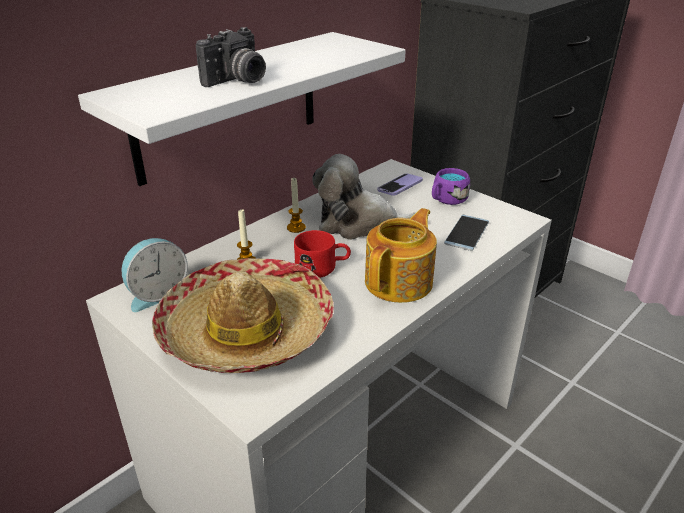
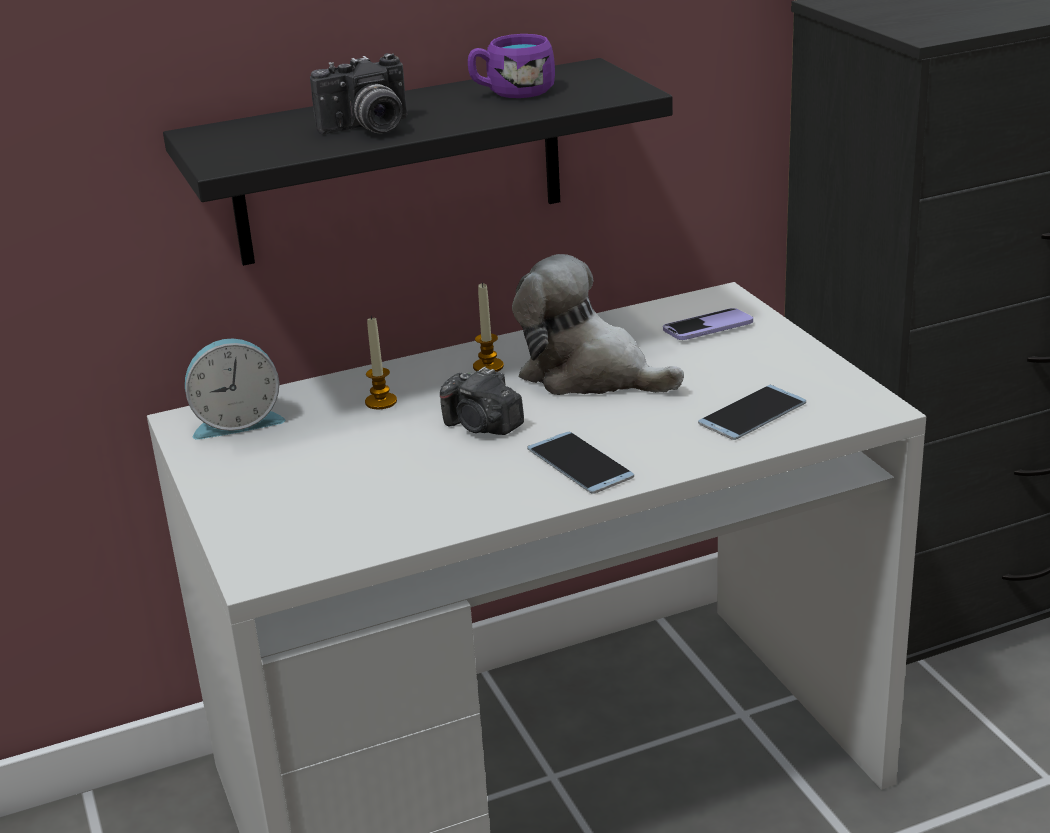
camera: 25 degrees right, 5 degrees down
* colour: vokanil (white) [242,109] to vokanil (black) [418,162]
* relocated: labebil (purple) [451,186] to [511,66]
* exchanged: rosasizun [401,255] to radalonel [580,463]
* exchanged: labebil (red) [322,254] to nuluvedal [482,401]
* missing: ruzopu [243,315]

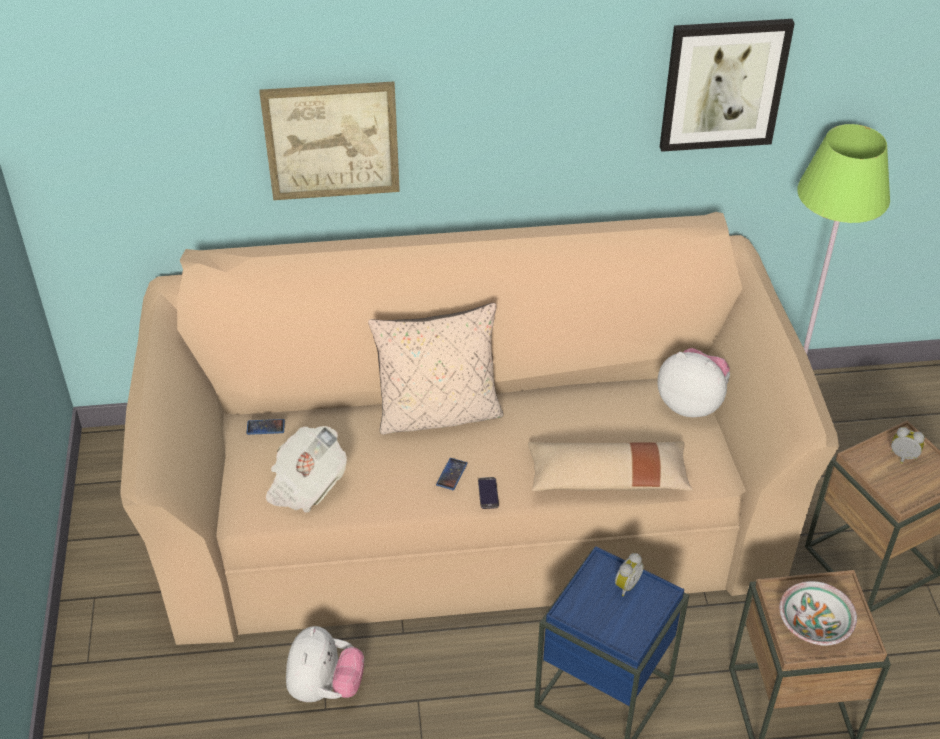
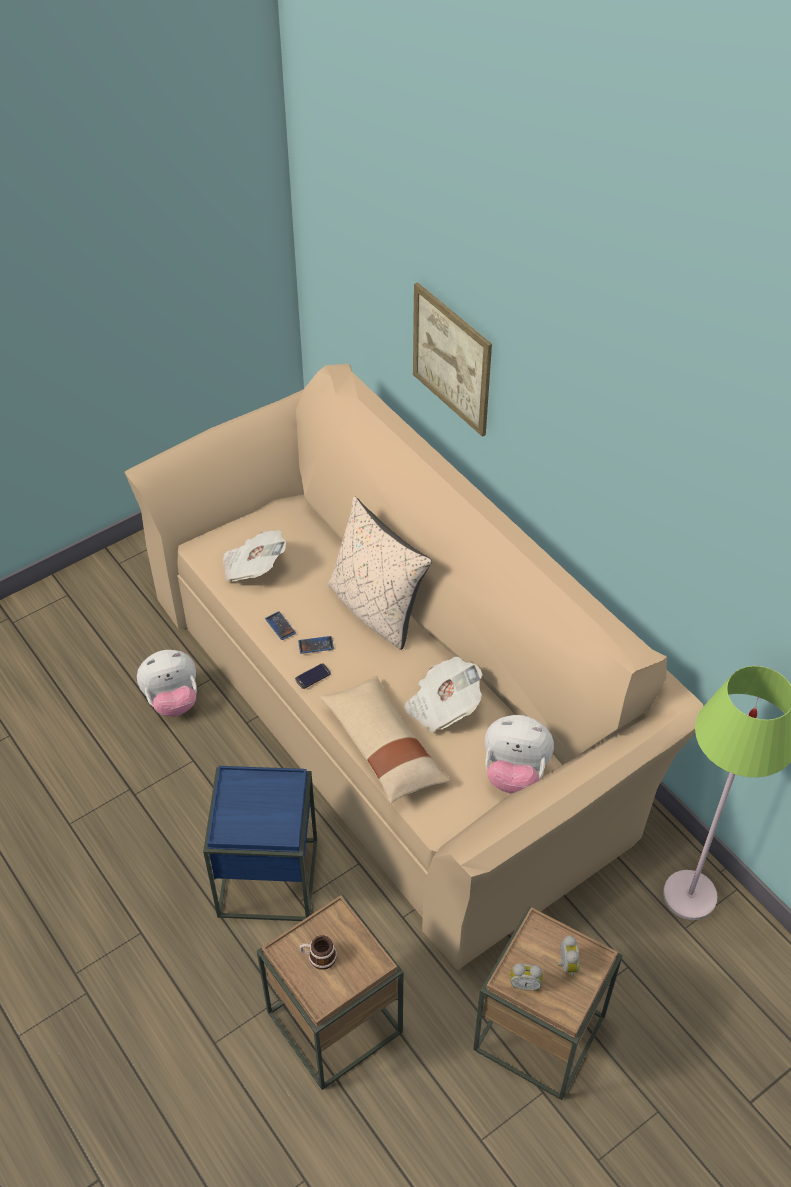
camera: 60 degrees right, 5 degrees up
* missing: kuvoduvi [727,85]
* spun: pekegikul [693,382] = [519,754] 105 degrees clockwise
* relocated: radalonel [265,427] to [280,625]
* relocated: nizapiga [629,574] to [526,977]
* exchanged: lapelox [818,613] to labebil [318,952]
* appeared: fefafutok [443,695]

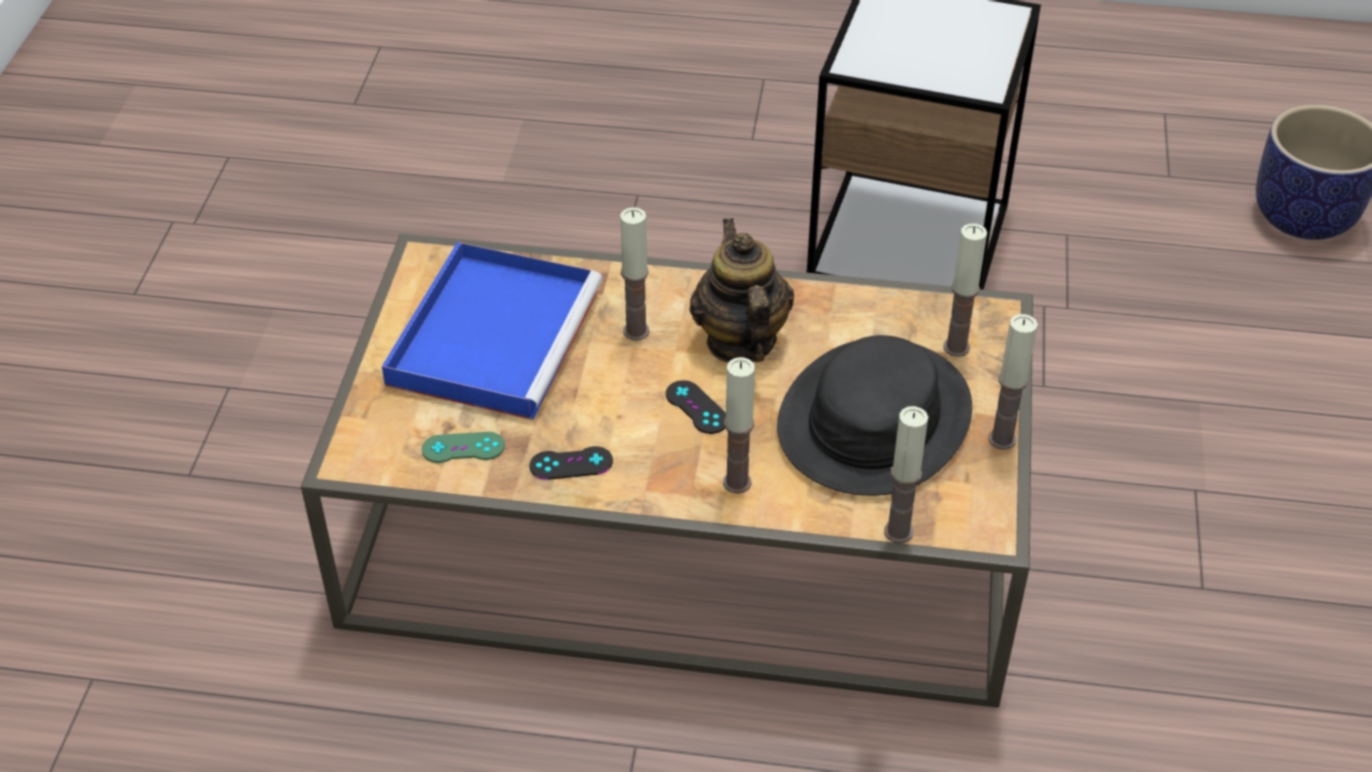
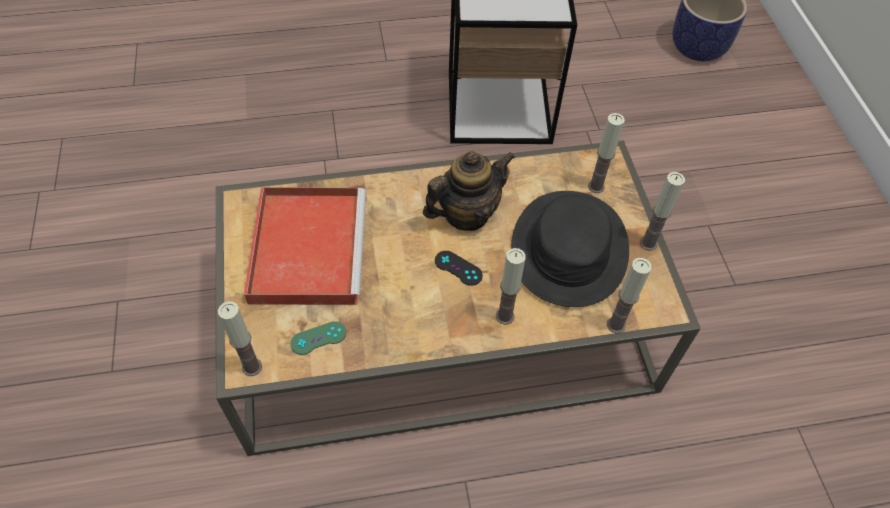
camera: 20 degrees left, 10 degrees up
* relocated: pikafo [634,274] to [240,338]
* spun: rosasizun [742,290] = [469,191] 90 degrees clockwise
* colour: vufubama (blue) [492,331] to vufubama (red) [305,246]
* missing: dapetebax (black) [571,463]

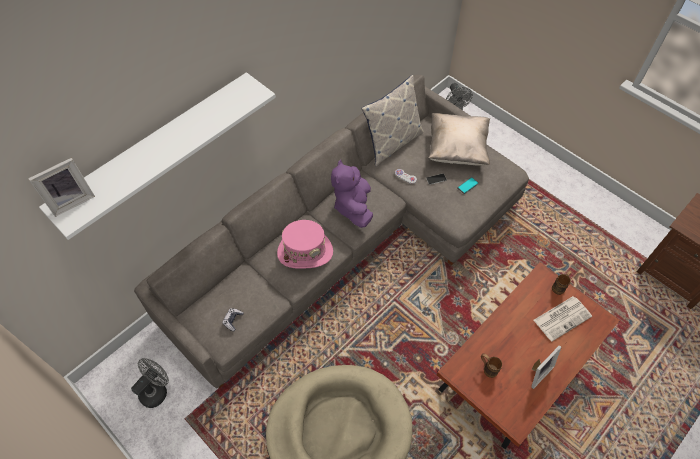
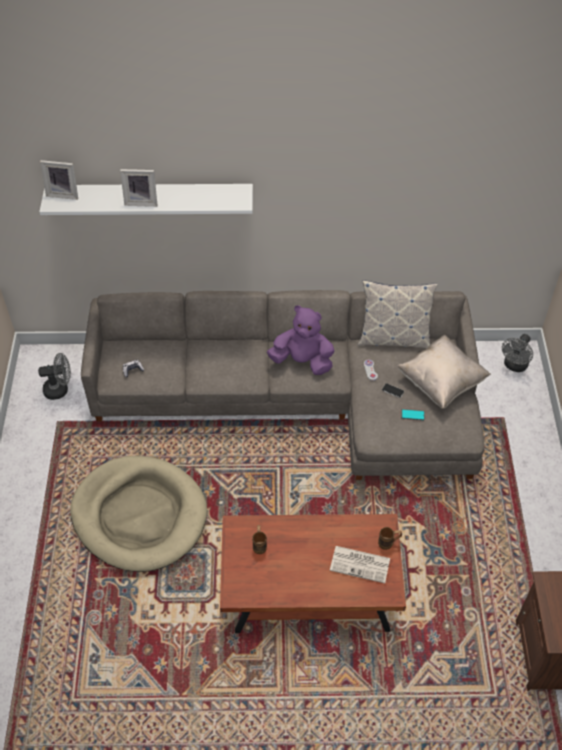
camera: 45 degrees right, 5 degrees down
* spun: pekegikul (purple) [352,194] = [301,340] 60 degrees clockwise
* missing: ruzopu (pink) [305,244]
* relocated: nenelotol [546,367] to [139,188]

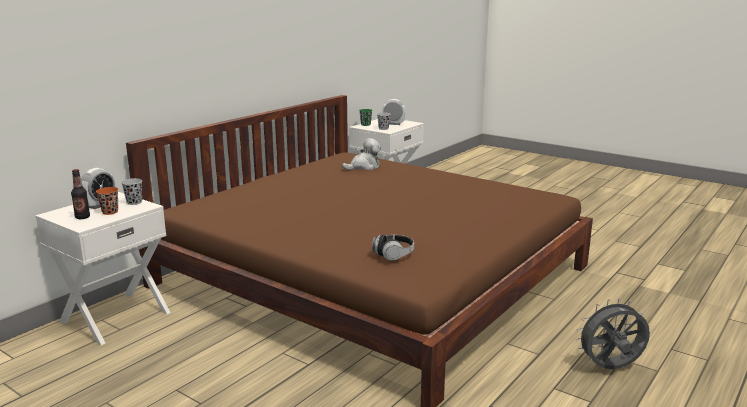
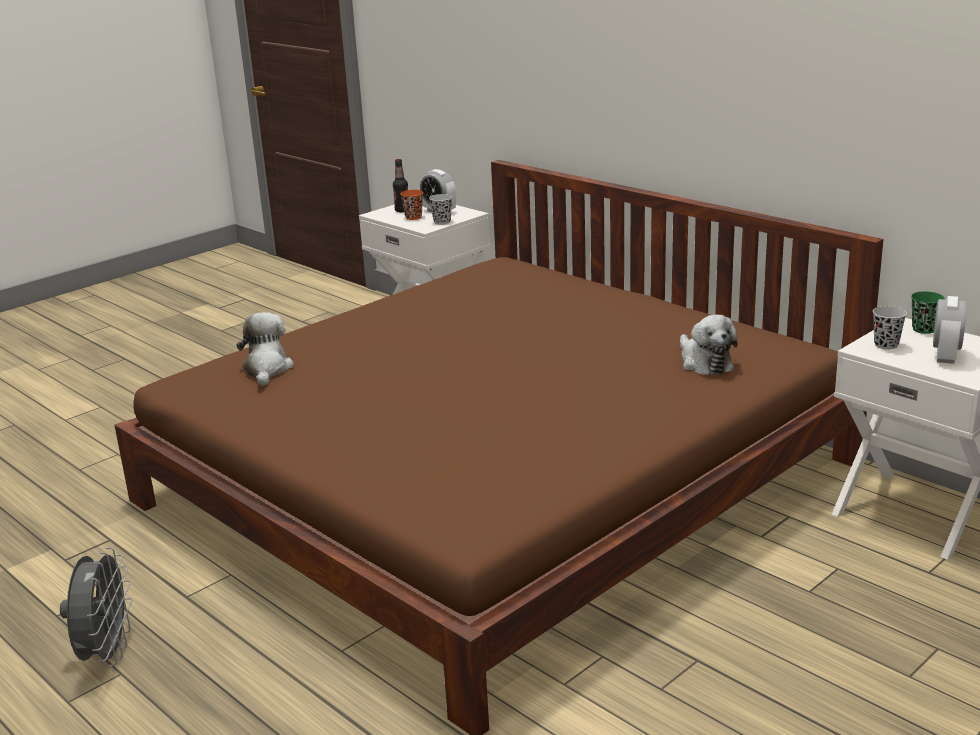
camera: 100 degrees right, 5 degrees up
* exchanged: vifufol [393,248] to pekegikul [265,349]

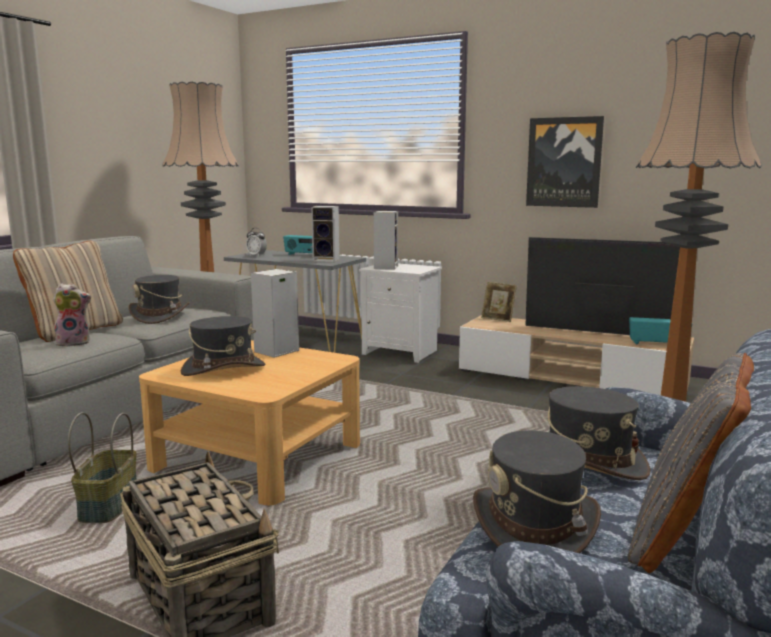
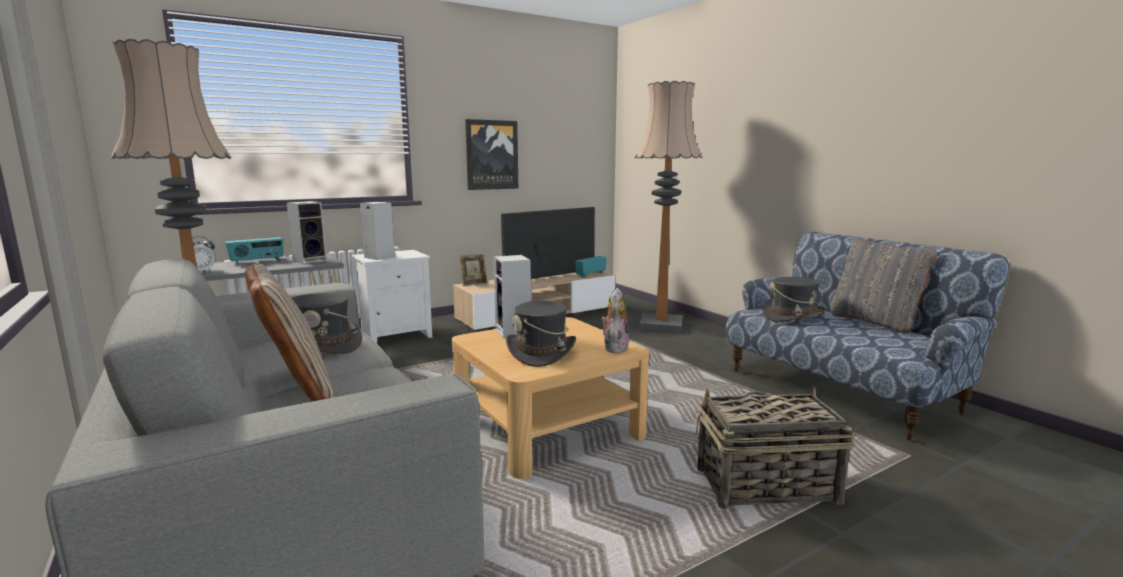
camera: 60 degrees left, 0 degrees up
* relocated: pekegikul [72,314] to [615,320]
* missing: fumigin [102,467]
* missing: ruzopu (grey) [537,491]

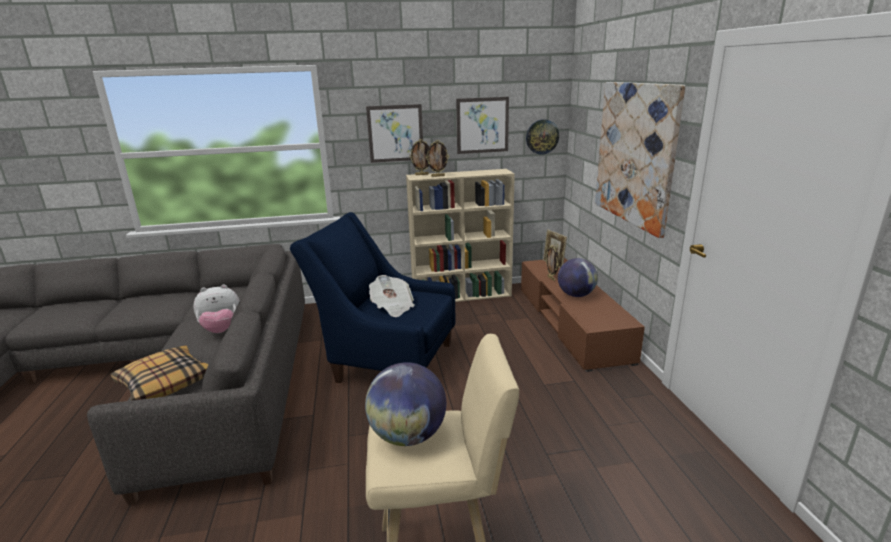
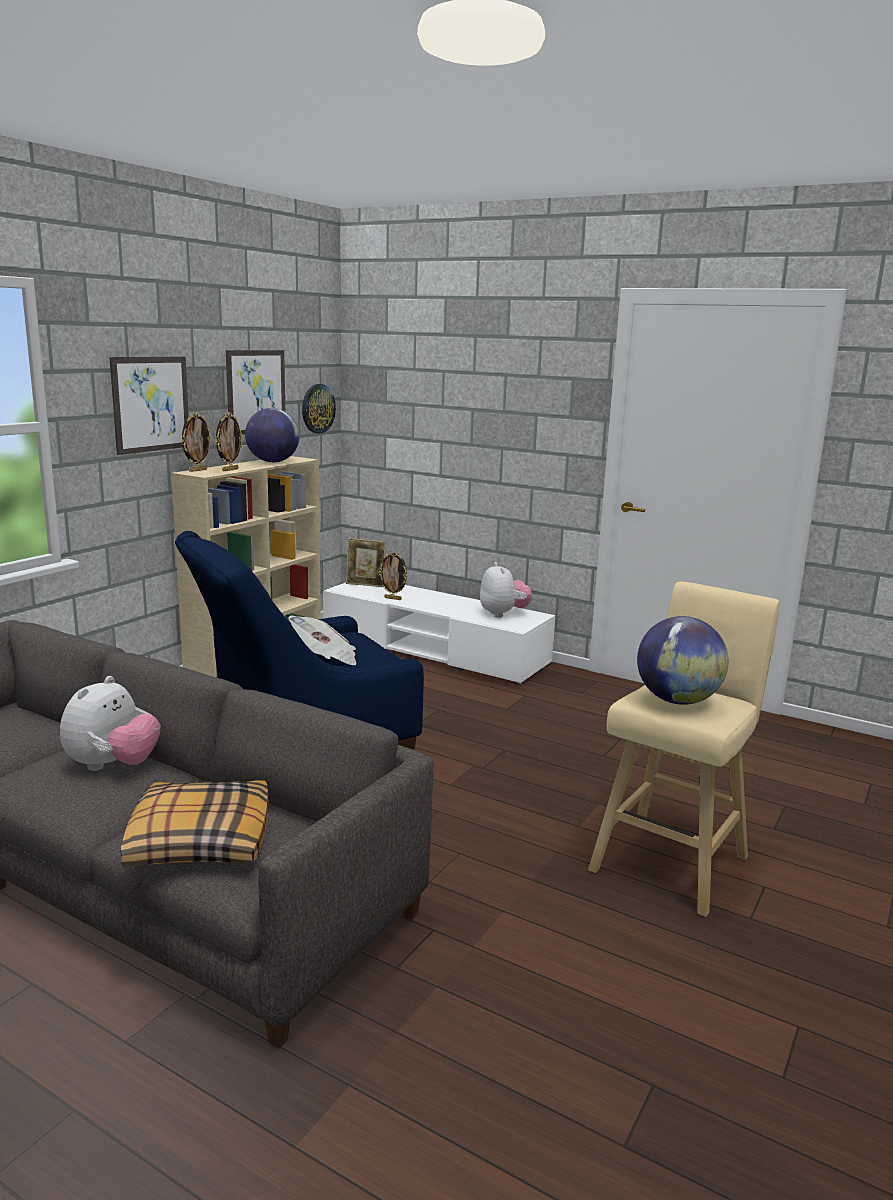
camera: 50 degrees left, 5 degrees down
* missing: kuvoduvi [640,160]
* colour: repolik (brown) [583,315] to repolik (white) [439,634]
* relocated: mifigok [578,277] to [272,435]
* appeared: pekegikul [506,590]

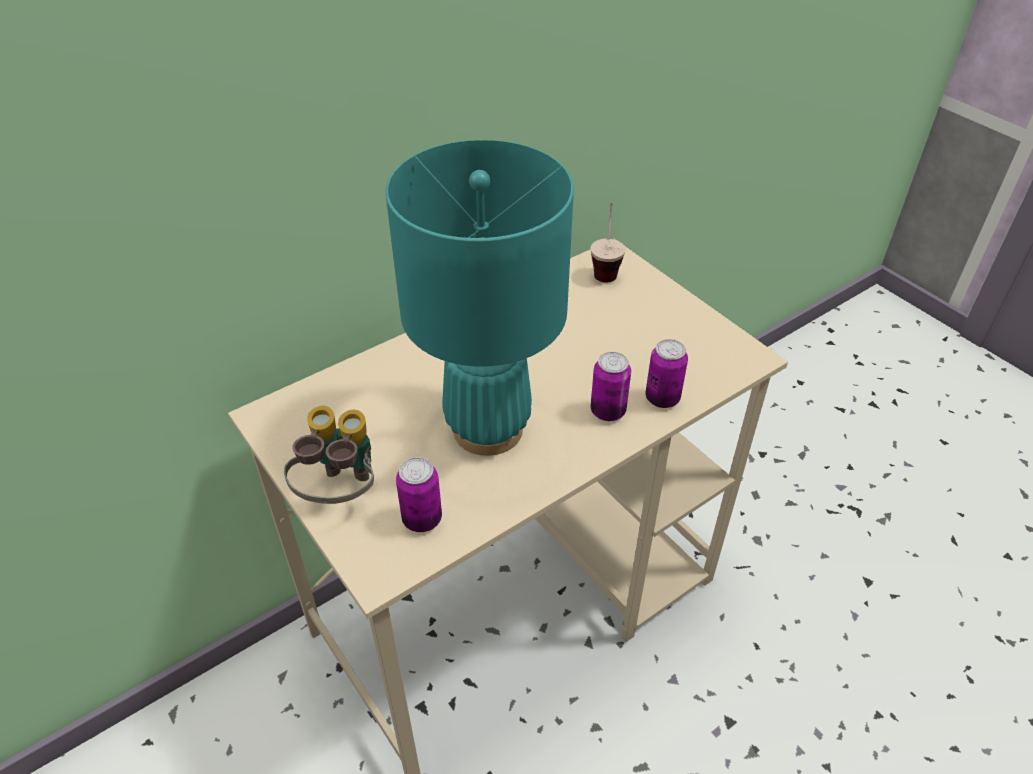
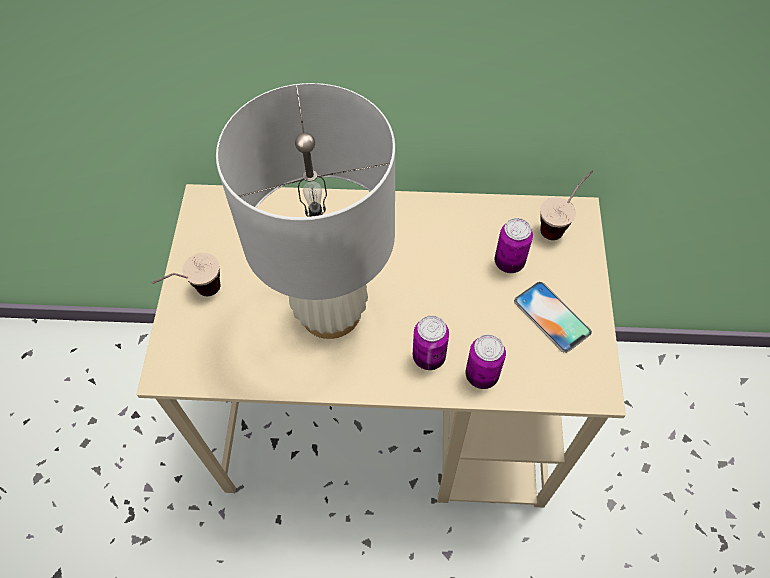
camera: 40 degrees right, 15 degrees up
* colour: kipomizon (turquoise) [480,298] to kipomizon (white) [305,211]
* exchanged: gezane [329,455] to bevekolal [186,274]
* relocated: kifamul [419,494] to [514,245]
* appeared: radalonel [553,317]

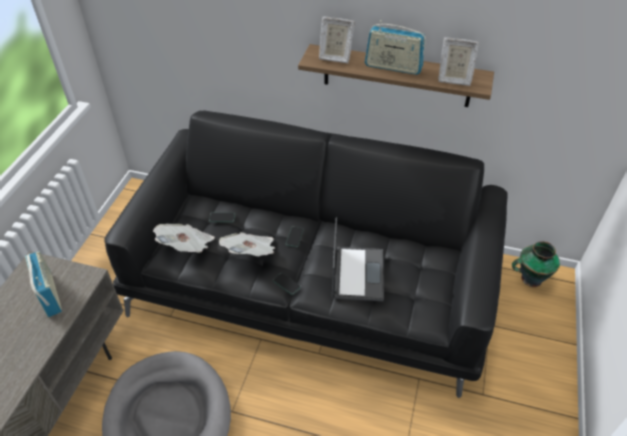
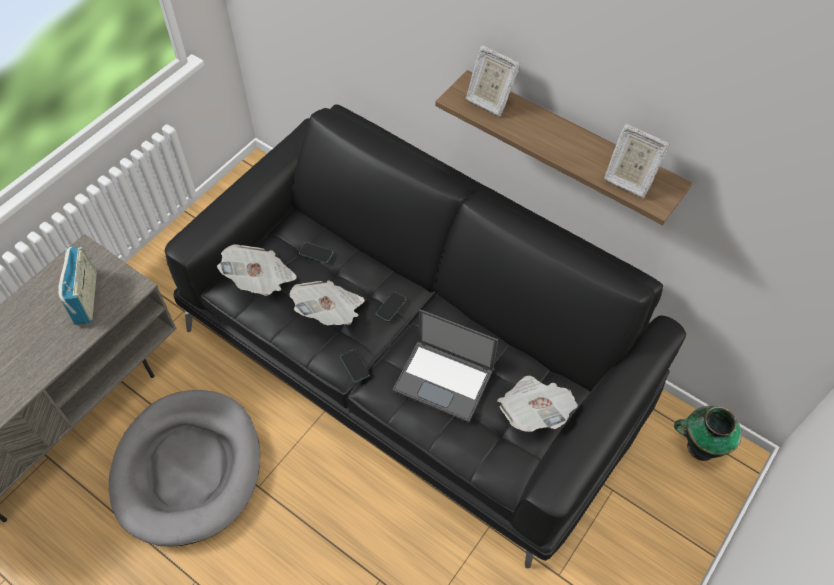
camera: 20 degrees right, 10 degrees up
* missing: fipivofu [395,47]
* spun: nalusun [358,259] = [445,366] 90 degrees clockwise
* appeared: fefafutok [537,404]

